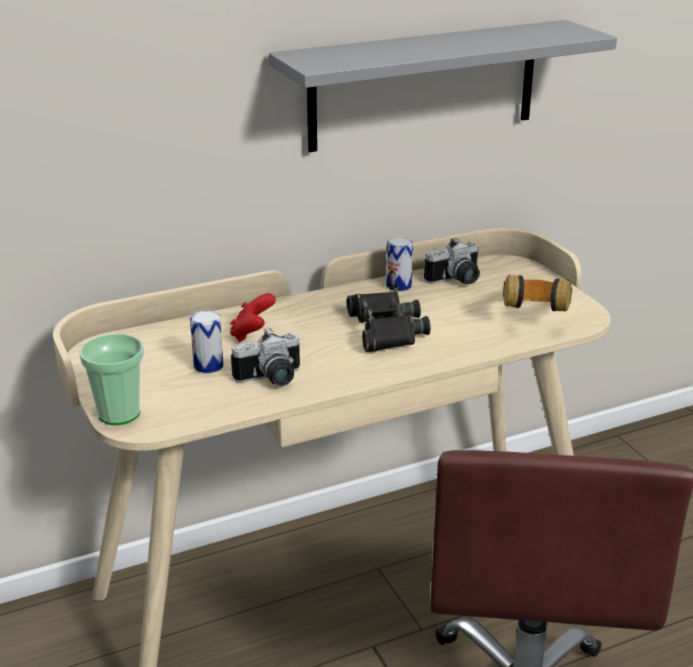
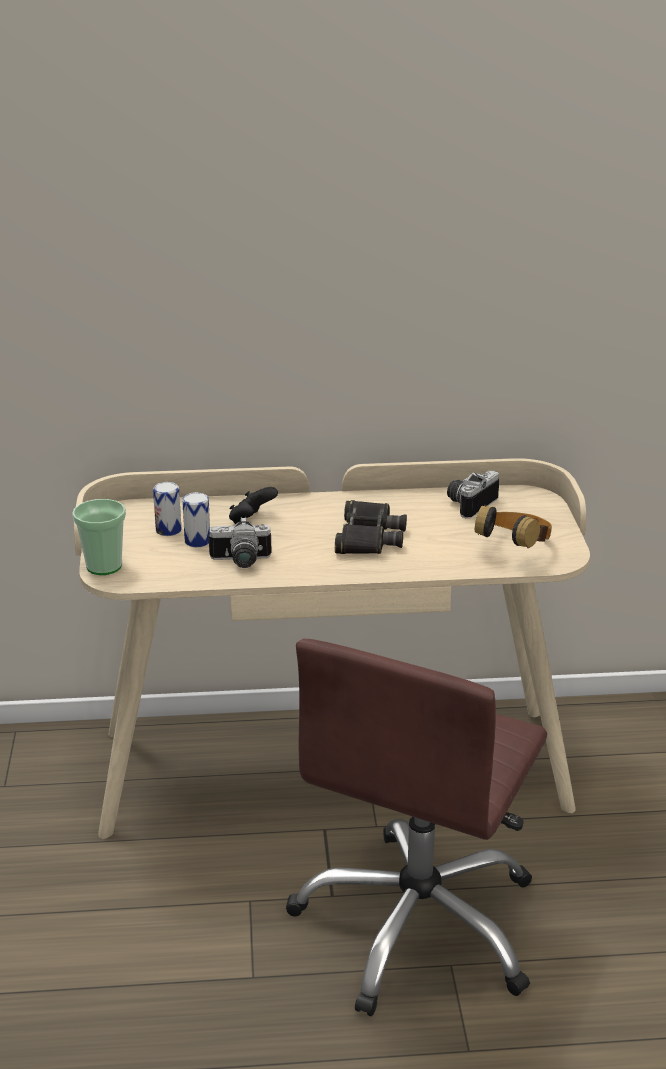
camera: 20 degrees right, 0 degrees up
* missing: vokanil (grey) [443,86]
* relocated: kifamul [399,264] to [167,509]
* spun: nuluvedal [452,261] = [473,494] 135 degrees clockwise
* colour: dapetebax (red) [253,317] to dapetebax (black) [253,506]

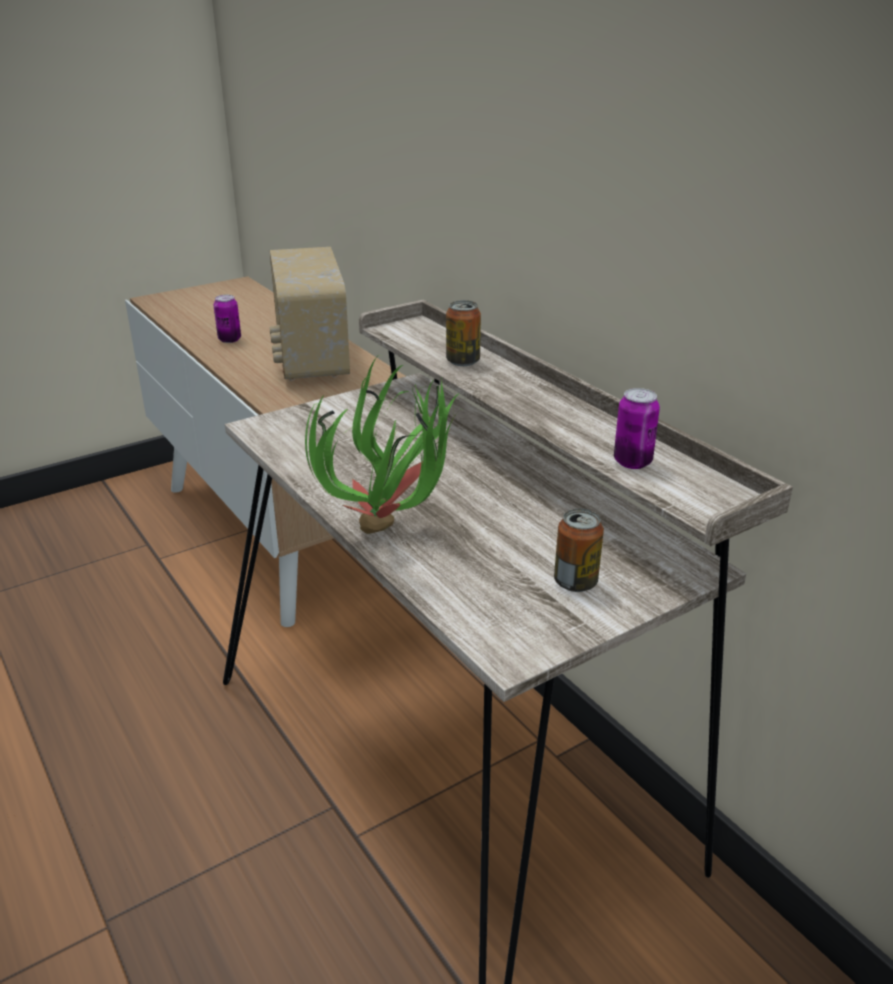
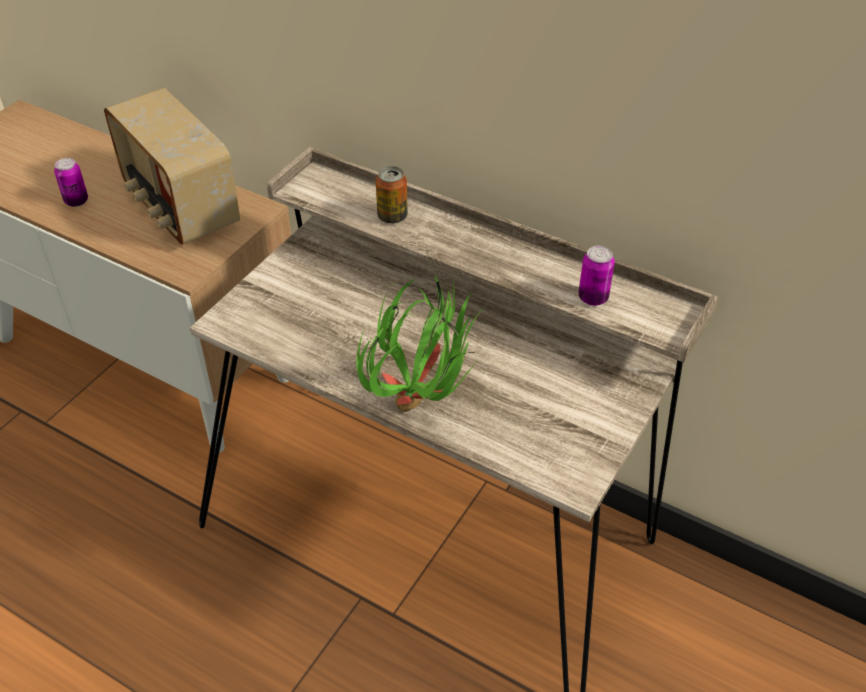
camera: 25 degrees left, 15 degrees up
* missing: kifamul [579,550]

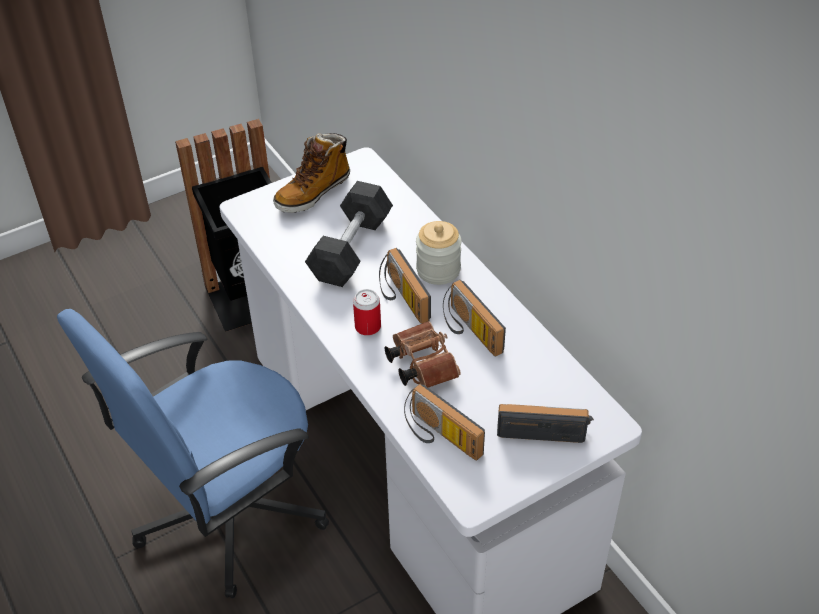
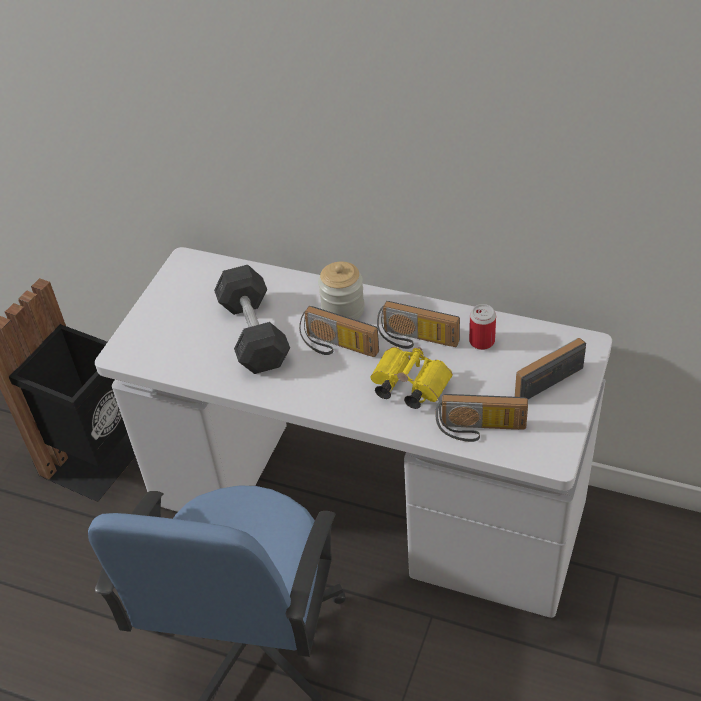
camera: 35 degrees left, 0 degrees up
* missing: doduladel [311,173]
* relocated: kifamul [367,312] to [482,327]
* colour: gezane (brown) [423,354] to gezane (yellow) [411,378]

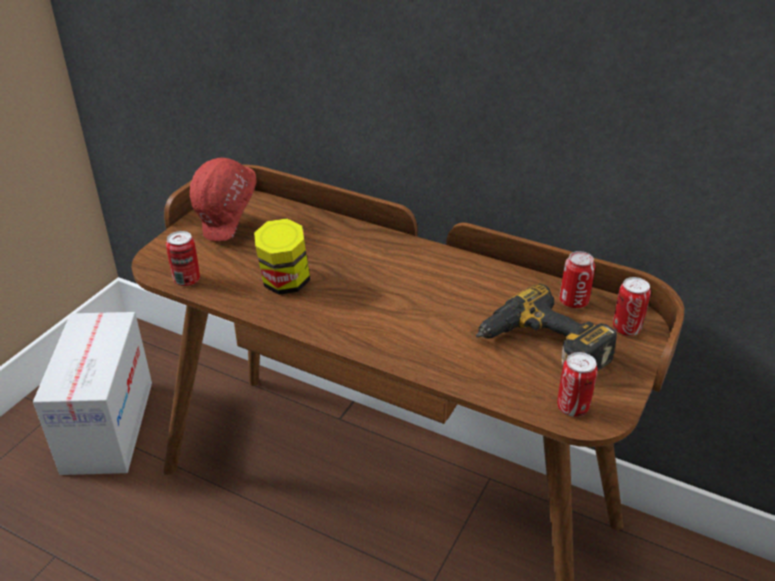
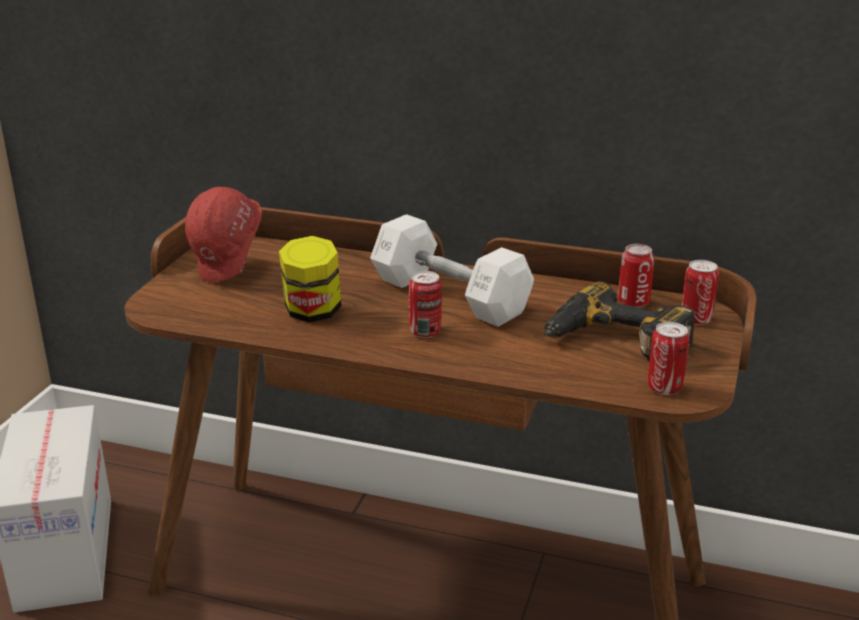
camera: 10 degrees left, 10 degrees down
* relocated: kifamul [183,258] to [425,304]
* appeared: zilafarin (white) [452,270]

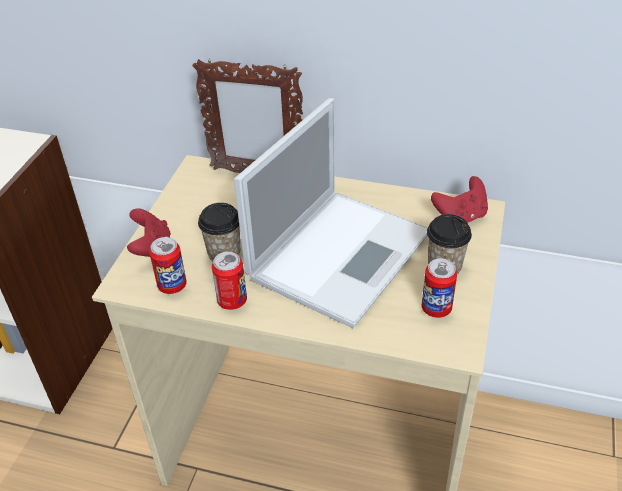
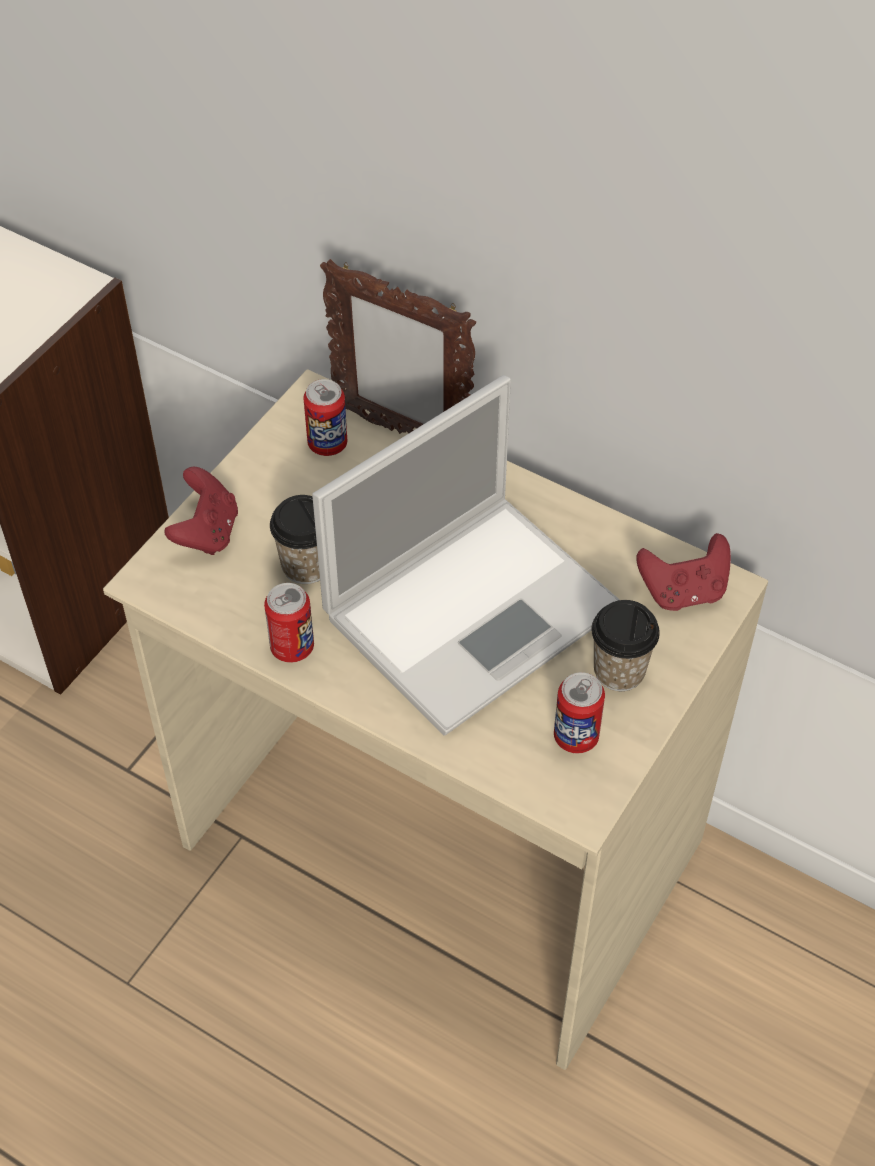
camera: 15 degrees right, 10 degrees up
* relocated: kifamul [168,265] to [325,417]

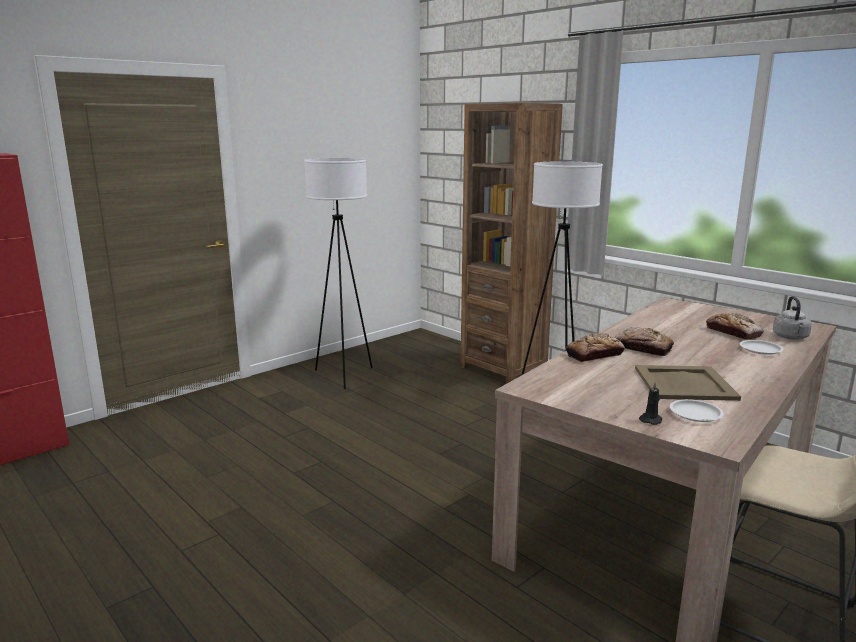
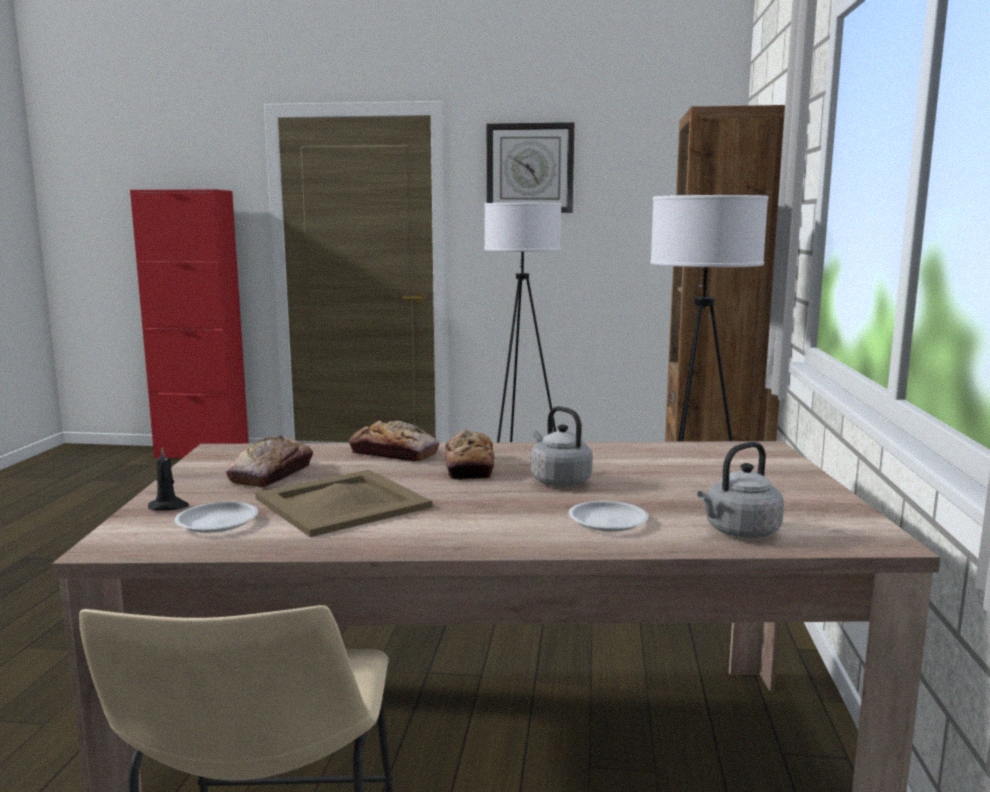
camera: 50 degrees right, 5 degrees down
* relocated: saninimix [735,326] to [269,461]
* appeared: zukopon [530,167]
* appeared: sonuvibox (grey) [562,446]

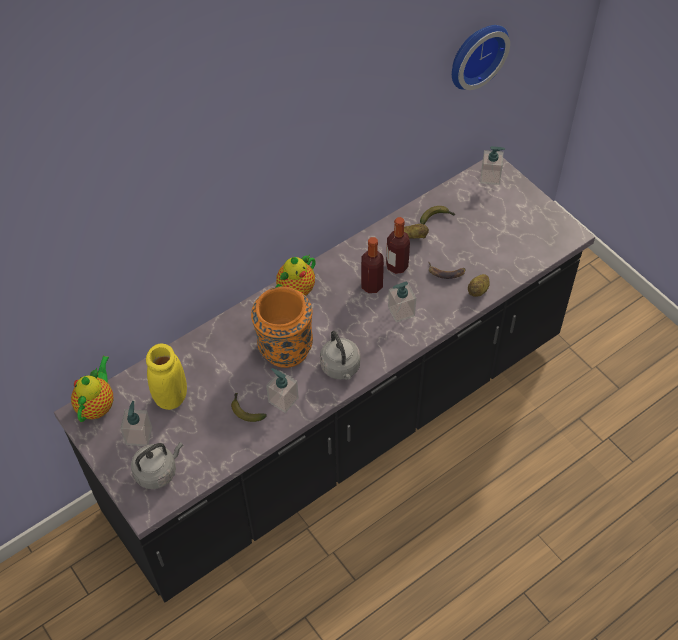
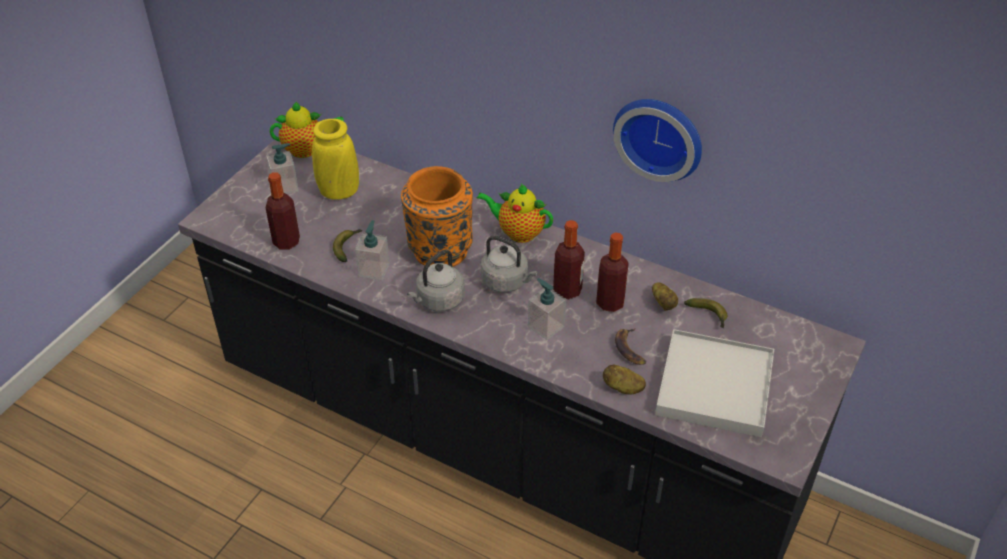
camera: 65 degrees right, 10 degrees down
* relocated: zukopon [481,57] to [657,140]
* missing: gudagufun [493,165]
* relocated: sonuvibox (grey) [157,465] to [508,264]
* appeared: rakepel [283,211]
* appeared: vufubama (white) [714,383]

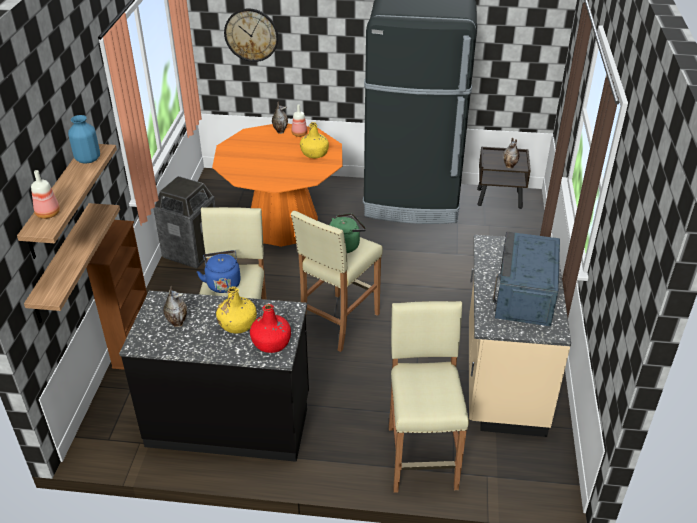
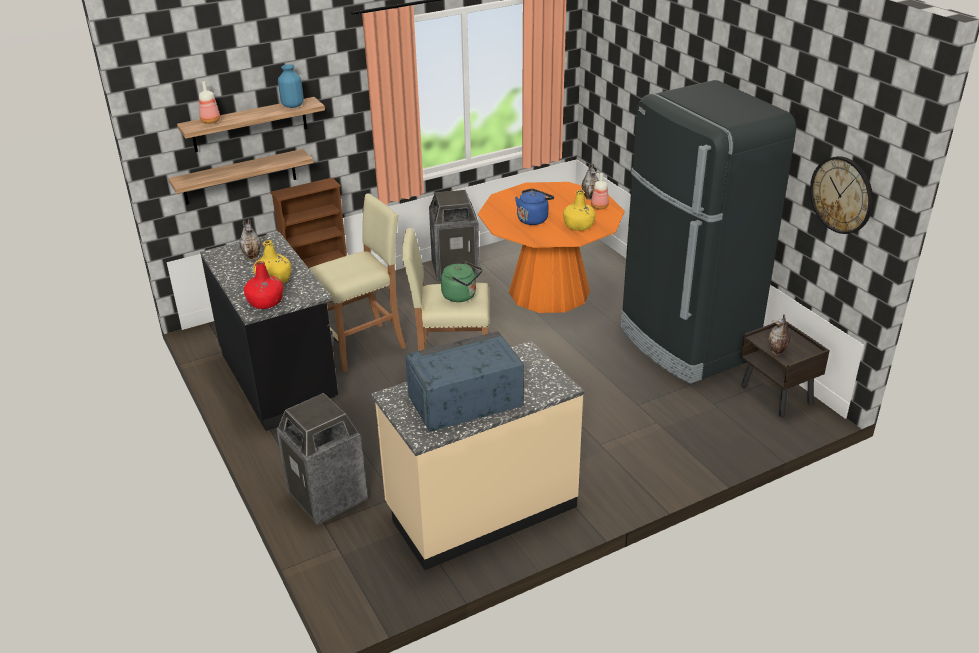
camera: 55 degrees right, 5 degrees down
* relocated: zukopon [251,35] to [841,195]
* relocated: sonuvibox (blue) [219,271] to [534,207]
* exchanged: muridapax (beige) [429,397] to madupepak [322,459]

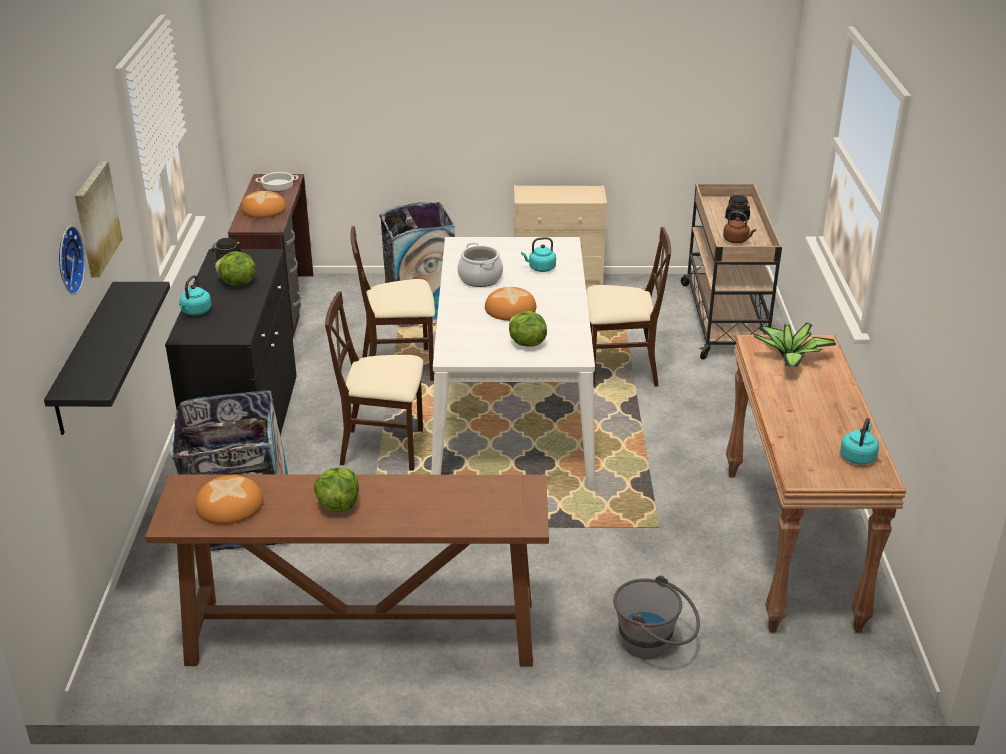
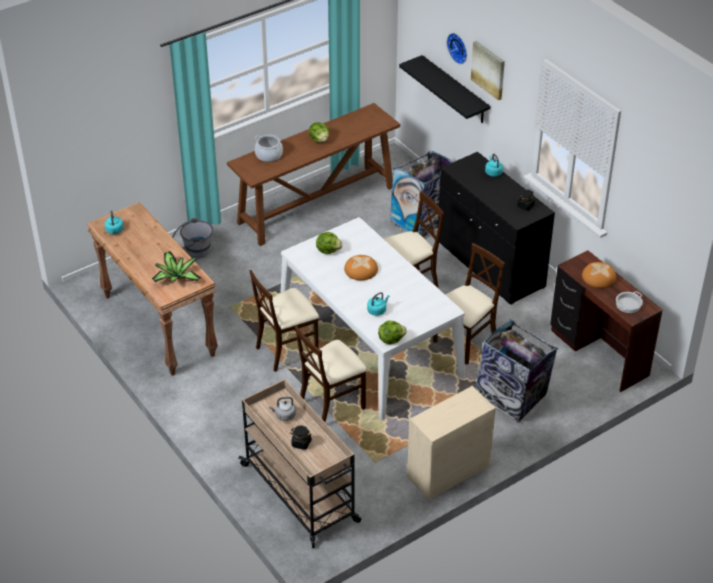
camera: 145 degrees right, 10 degrees up
* colour: sonuvibox (brown) [739,227] to sonuvibox (grey) [282,409]
* relocated: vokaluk [480,264] to [269,148]
* relocated: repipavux [235,268] to [392,332]
* missing: saninimix [229,499]
* appeared: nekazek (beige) [284,321]

